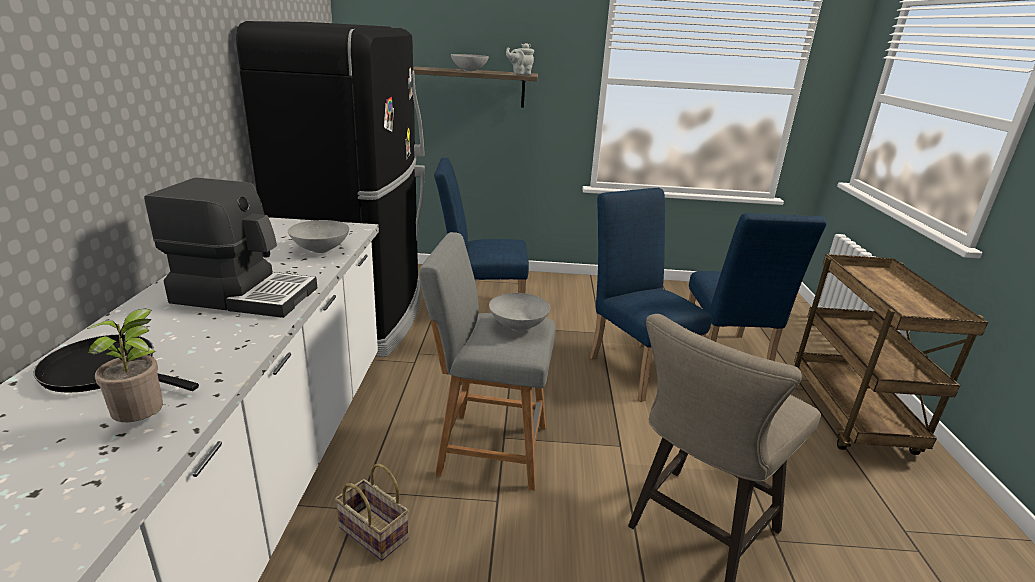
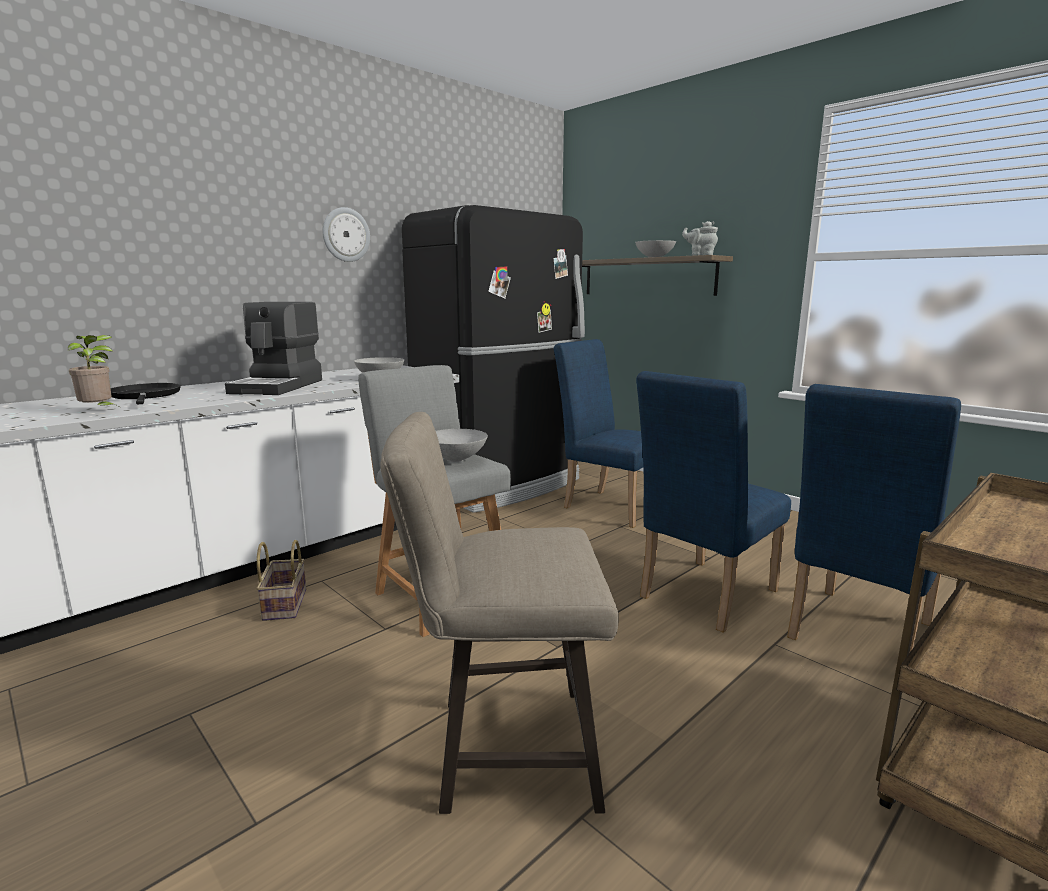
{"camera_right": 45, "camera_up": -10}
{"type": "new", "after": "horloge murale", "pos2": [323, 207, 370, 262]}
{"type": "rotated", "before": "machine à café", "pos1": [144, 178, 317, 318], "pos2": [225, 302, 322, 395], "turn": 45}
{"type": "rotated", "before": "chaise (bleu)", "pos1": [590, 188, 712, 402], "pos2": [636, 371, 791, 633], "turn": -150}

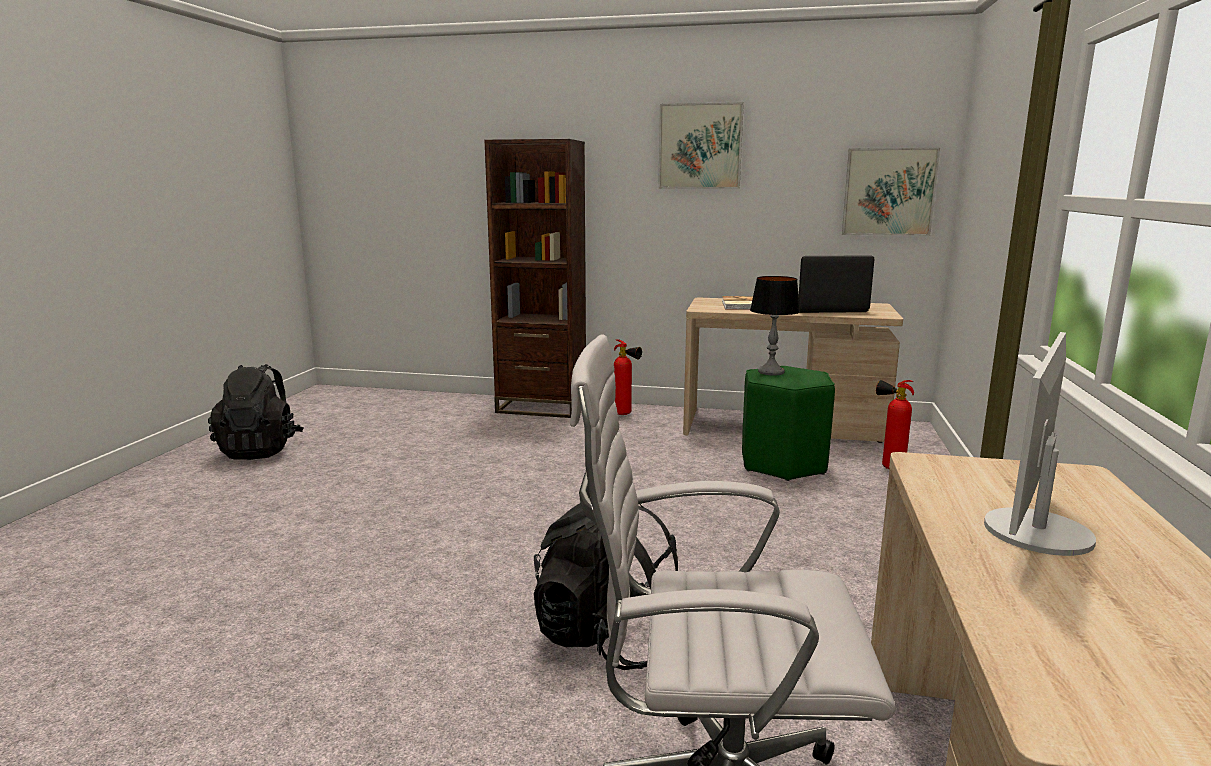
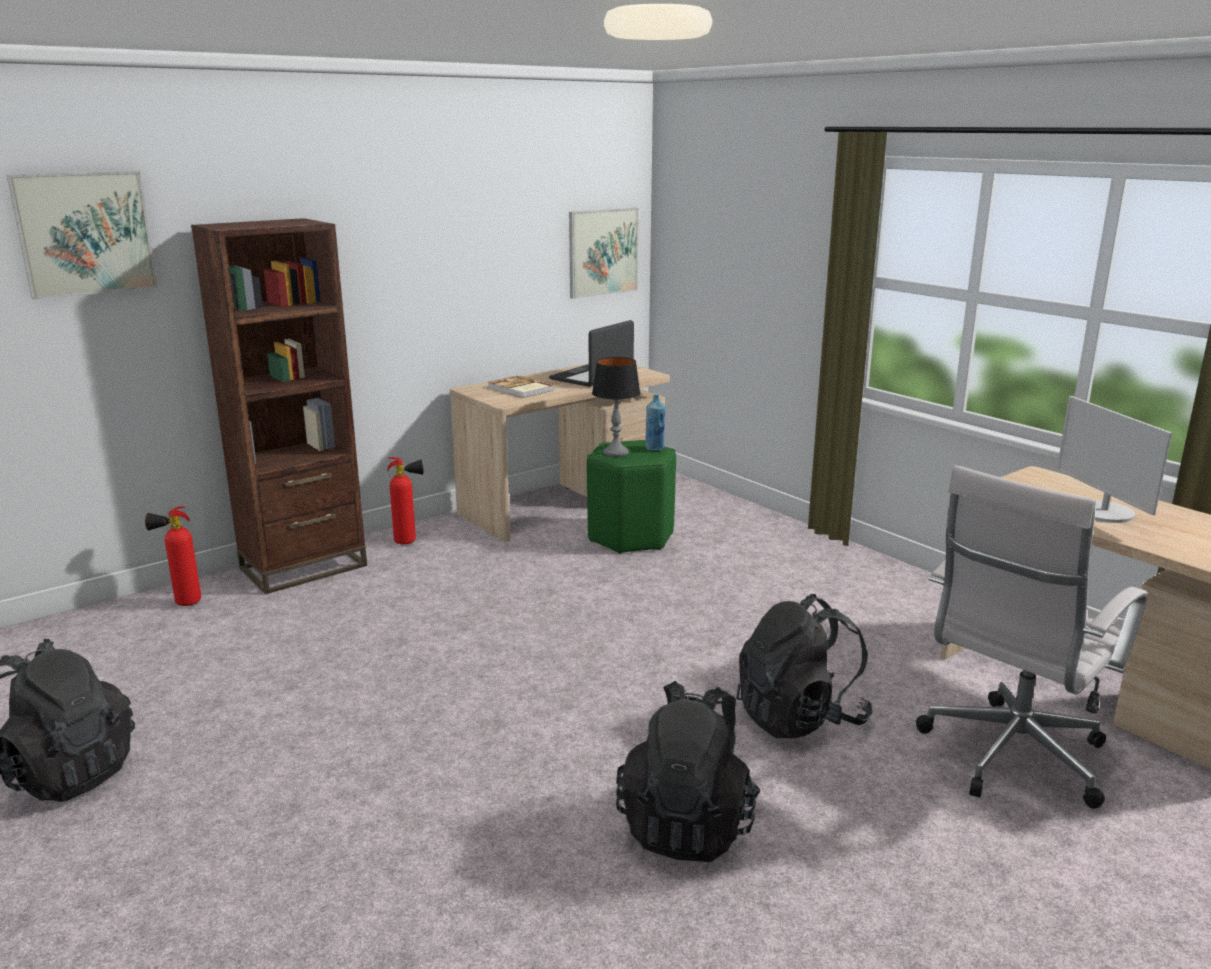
{"camera_right": -50, "camera_up": 5}
{"type": "new", "after": "sac à dos (noir)", "pos2": [616, 681, 760, 862]}
{"type": "new", "after": "bouteille (bleu)", "pos2": [645, 395, 665, 451]}
{"type": "shifted", "before": "tableau", "pos1": [658, 102, 744, 189], "pos2": [7, 171, 158, 299]}
{"type": "shifted", "before": "extincteur", "pos1": [876, 380, 914, 469], "pos2": [145, 506, 201, 606]}

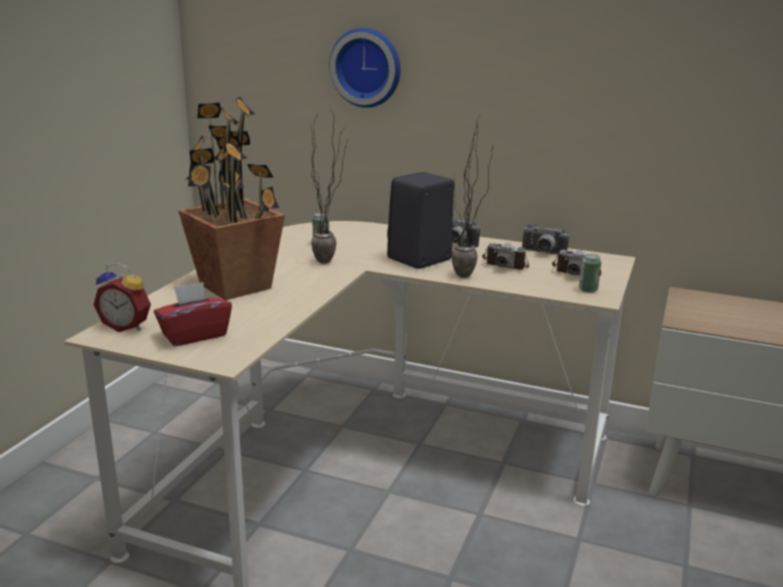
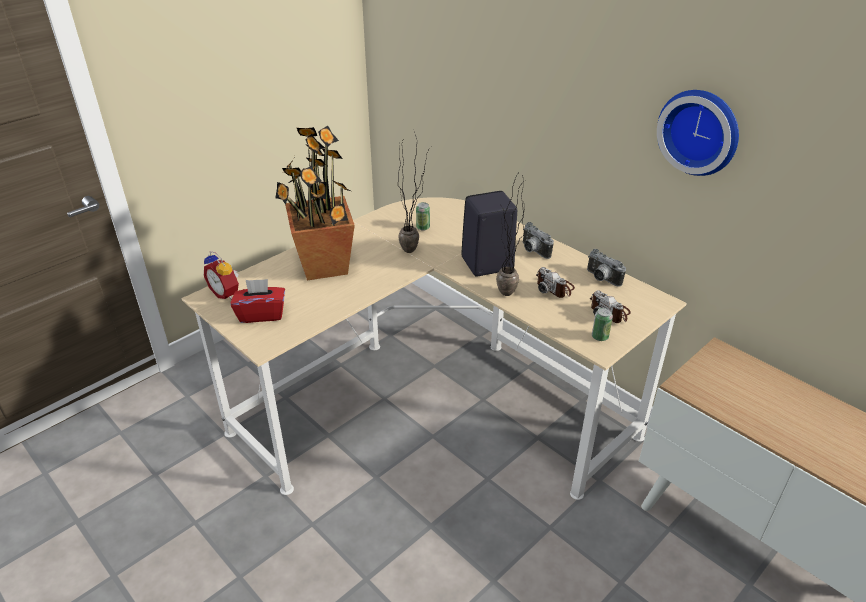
{"camera_right": 25, "camera_up": 15}
{"type": "shifted", "before": "horloge murale", "pos1": [329, 28, 401, 108], "pos2": [657, 90, 739, 176]}

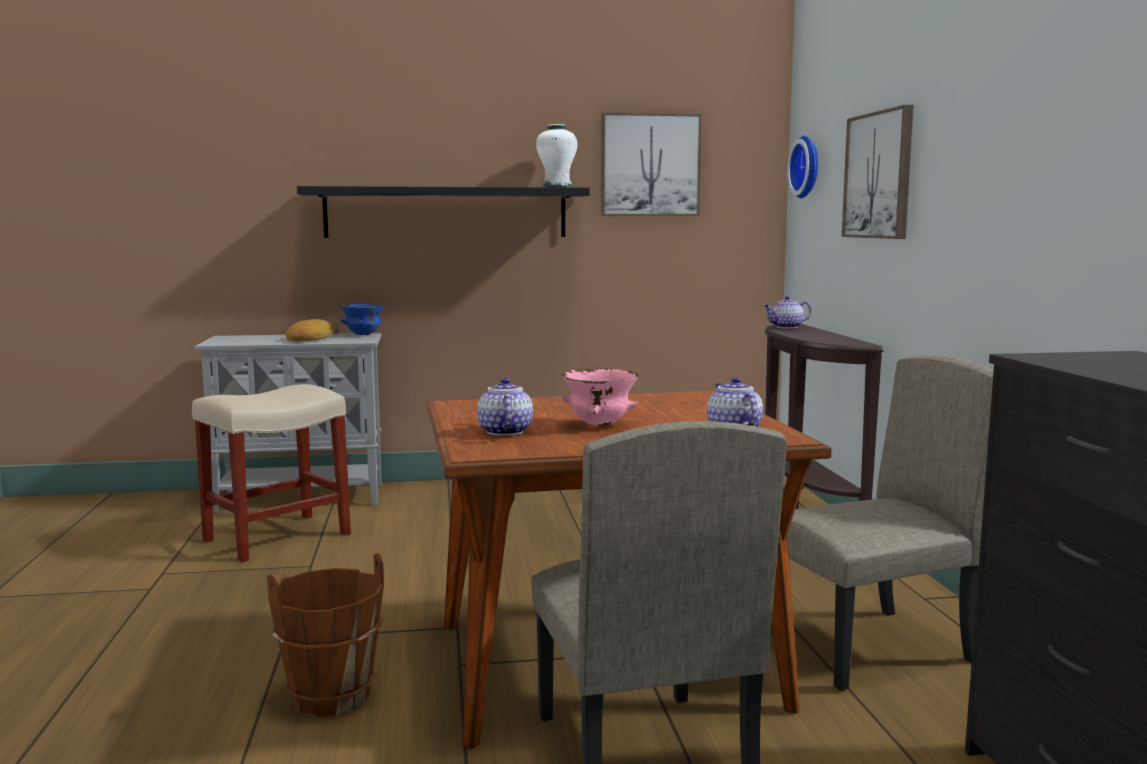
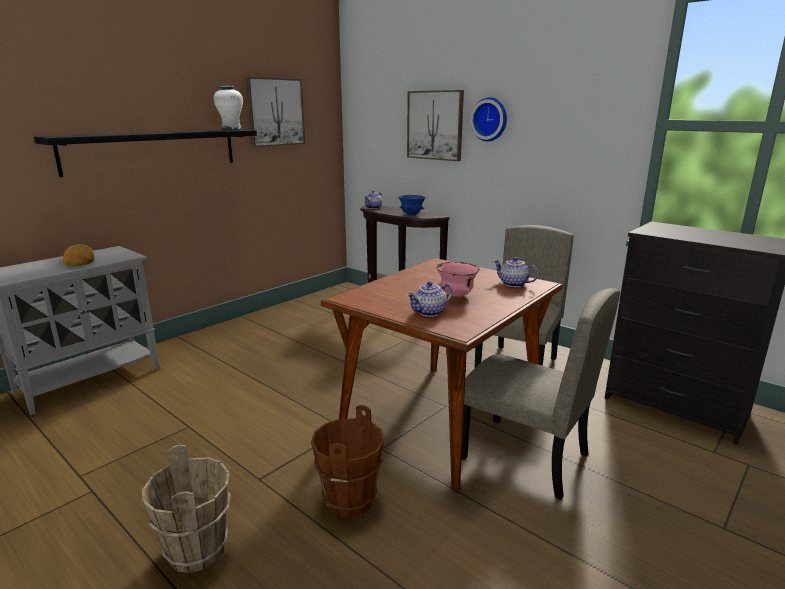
{"camera_right": -40, "camera_up": 10}
{"type": "gone", "before": "tabouret (beige)", "pos1": [192, 384, 351, 562]}
{"type": "new", "after": "seau (marron)", "pos2": [142, 445, 231, 573]}
{"type": "shifted", "before": "bol (bleu)", "pos1": [340, 303, 385, 335], "pos2": [398, 195, 426, 215]}
{"type": "shifted", "before": "horloge murale", "pos1": [787, 136, 818, 198], "pos2": [470, 97, 507, 142]}
{"type": "rotated", "before": "théière", "pos1": [477, 378, 533, 436], "pos2": [407, 281, 452, 317], "turn": -75}

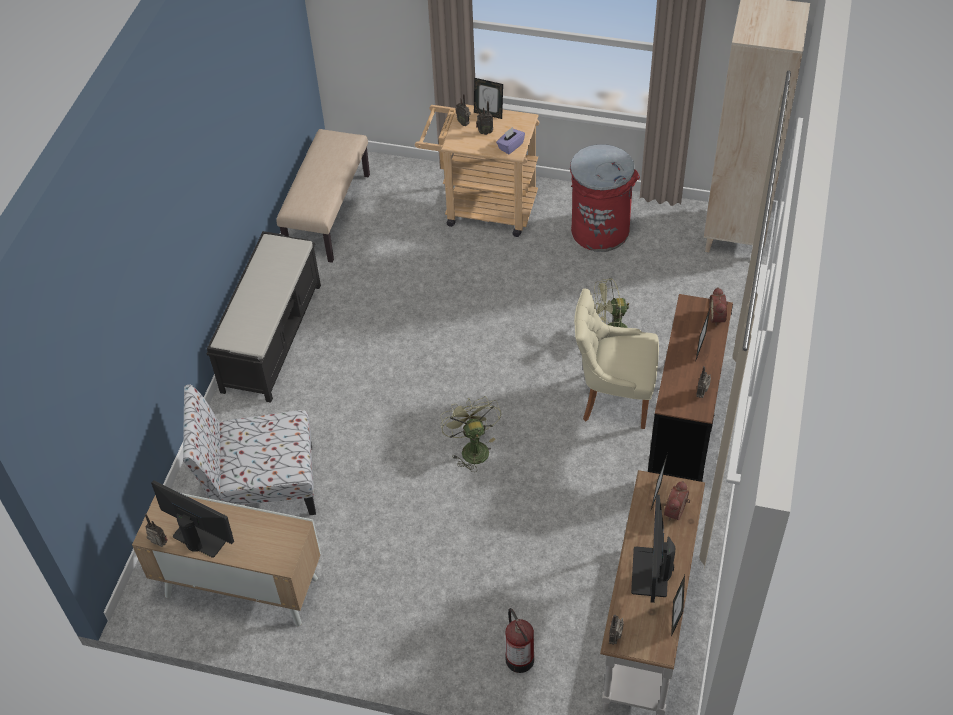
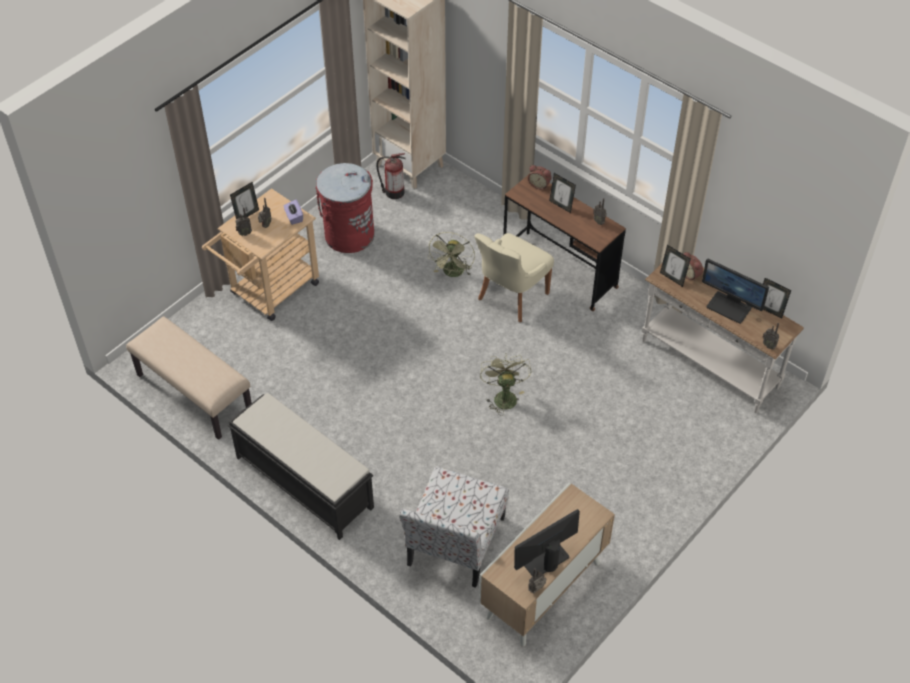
{"camera_right": -65, "camera_up": 0}
{"type": "shifted", "before": "extincteur", "pos1": [505, 608, 534, 673], "pos2": [377, 153, 406, 199]}
{"type": "rotated", "before": "ventilateur (vert)", "pos1": [440, 396, 501, 472], "pos2": [480, 353, 532, 416], "turn": 75}

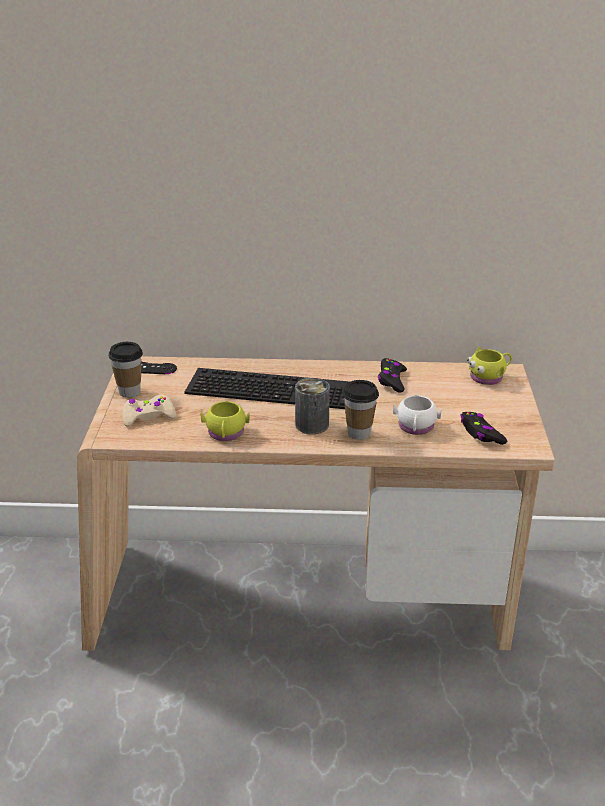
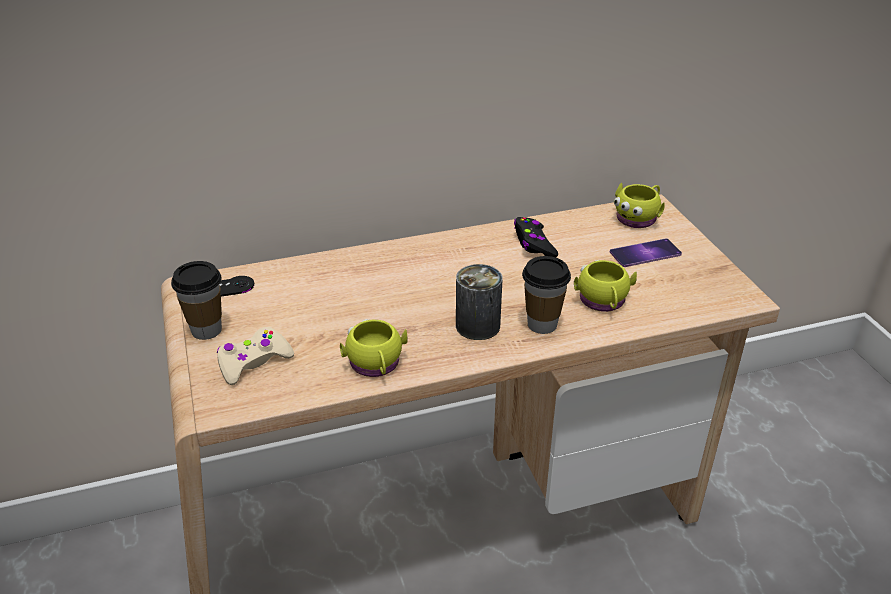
{"camera_right": -20, "camera_up": 5}
{"type": "gone", "before": "clavier", "pos1": [184, 368, 350, 409]}
{"type": "gone", "before": "manette (noir)", "pos1": [460, 412, 507, 445]}
{"type": "new", "after": "téléphone", "pos2": [610, 238, 682, 267]}
{"type": "repainted", "before": "mug (blanc)", "after": "mug (jaune)", "pos1": [393, 395, 442, 435], "pos2": [574, 260, 637, 312]}

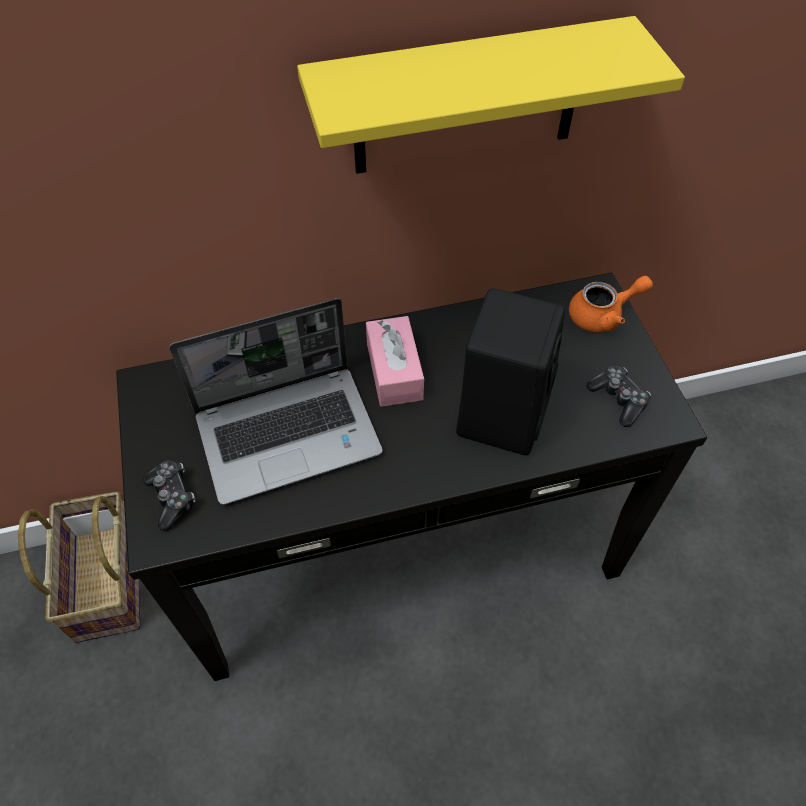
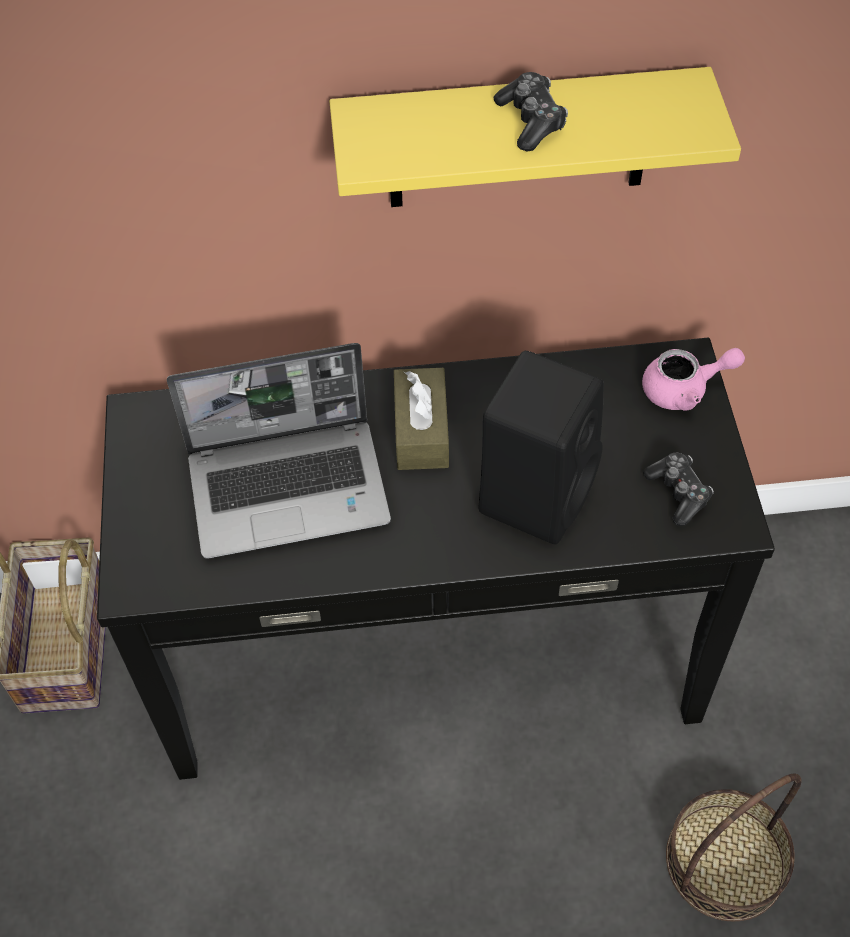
{"camera_right": 10, "camera_up": 0}
{"type": "new", "after": "panier", "pos2": [666, 774, 802, 921]}
{"type": "shifted", "before": "manette", "pos1": [143, 461, 195, 531], "pos2": [494, 72, 568, 151]}
{"type": "repainted", "before": "boîte à mouchoirs (rose)", "after": "boîte à mouchoirs (marron)", "pos1": [366, 316, 424, 407], "pos2": [394, 368, 449, 470]}
{"type": "repainted", "before": "théière (orange)", "after": "théière (rose)", "pos1": [569, 276, 653, 332], "pos2": [642, 348, 745, 411]}

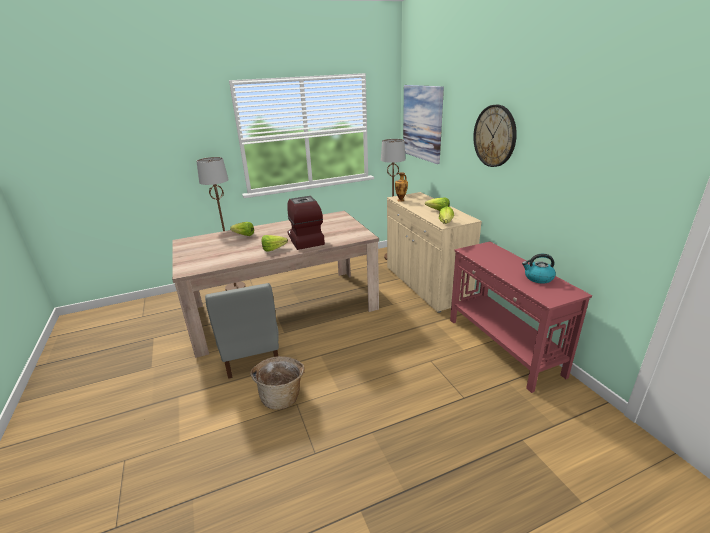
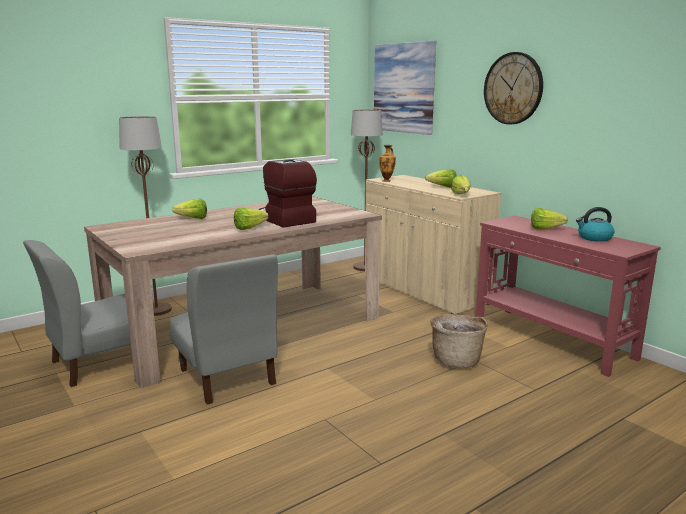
{"camera_right": -15, "camera_up": -10}
{"type": "new", "after": "chaise (gris)", "pos2": [23, 240, 156, 387]}
{"type": "new", "after": "laitue", "pos2": [531, 208, 568, 229]}
{"type": "shifted", "before": "panier", "pos1": [250, 356, 305, 409], "pos2": [430, 314, 488, 368]}

